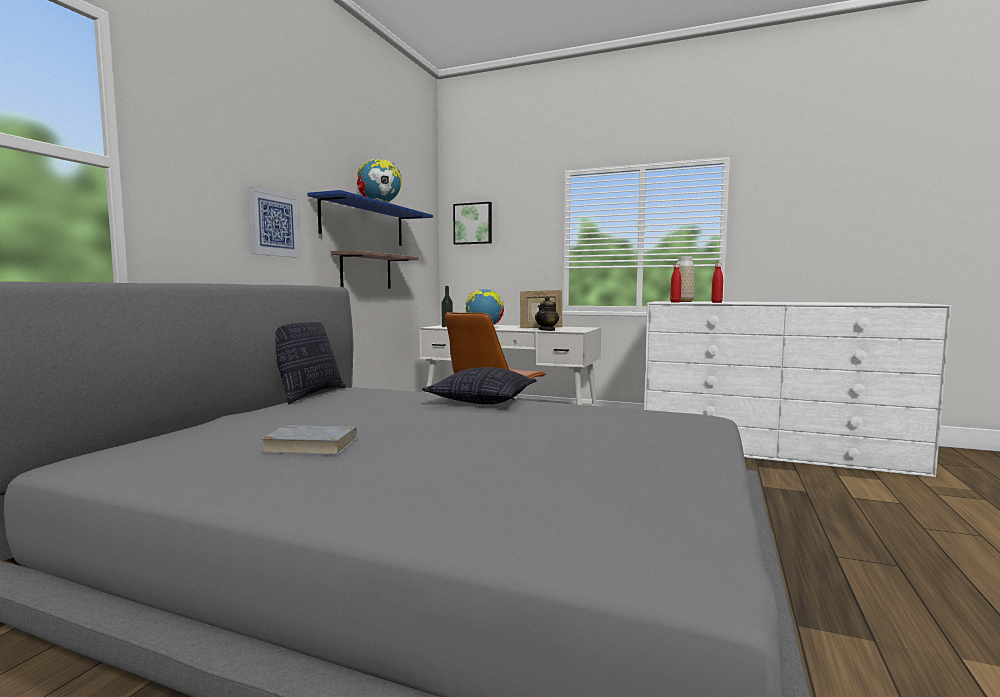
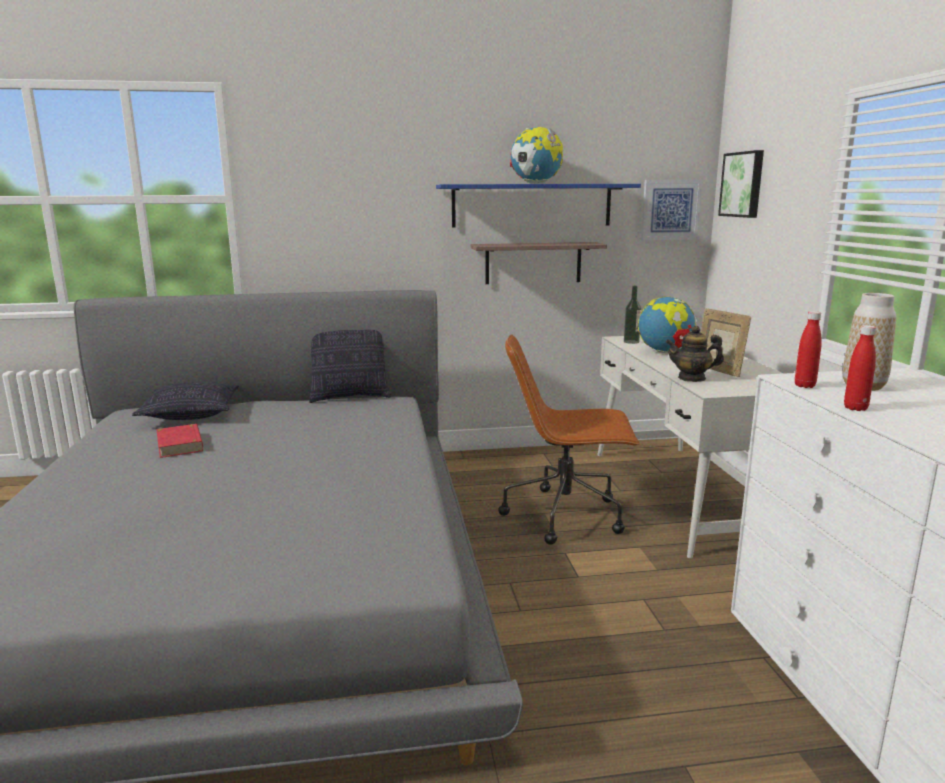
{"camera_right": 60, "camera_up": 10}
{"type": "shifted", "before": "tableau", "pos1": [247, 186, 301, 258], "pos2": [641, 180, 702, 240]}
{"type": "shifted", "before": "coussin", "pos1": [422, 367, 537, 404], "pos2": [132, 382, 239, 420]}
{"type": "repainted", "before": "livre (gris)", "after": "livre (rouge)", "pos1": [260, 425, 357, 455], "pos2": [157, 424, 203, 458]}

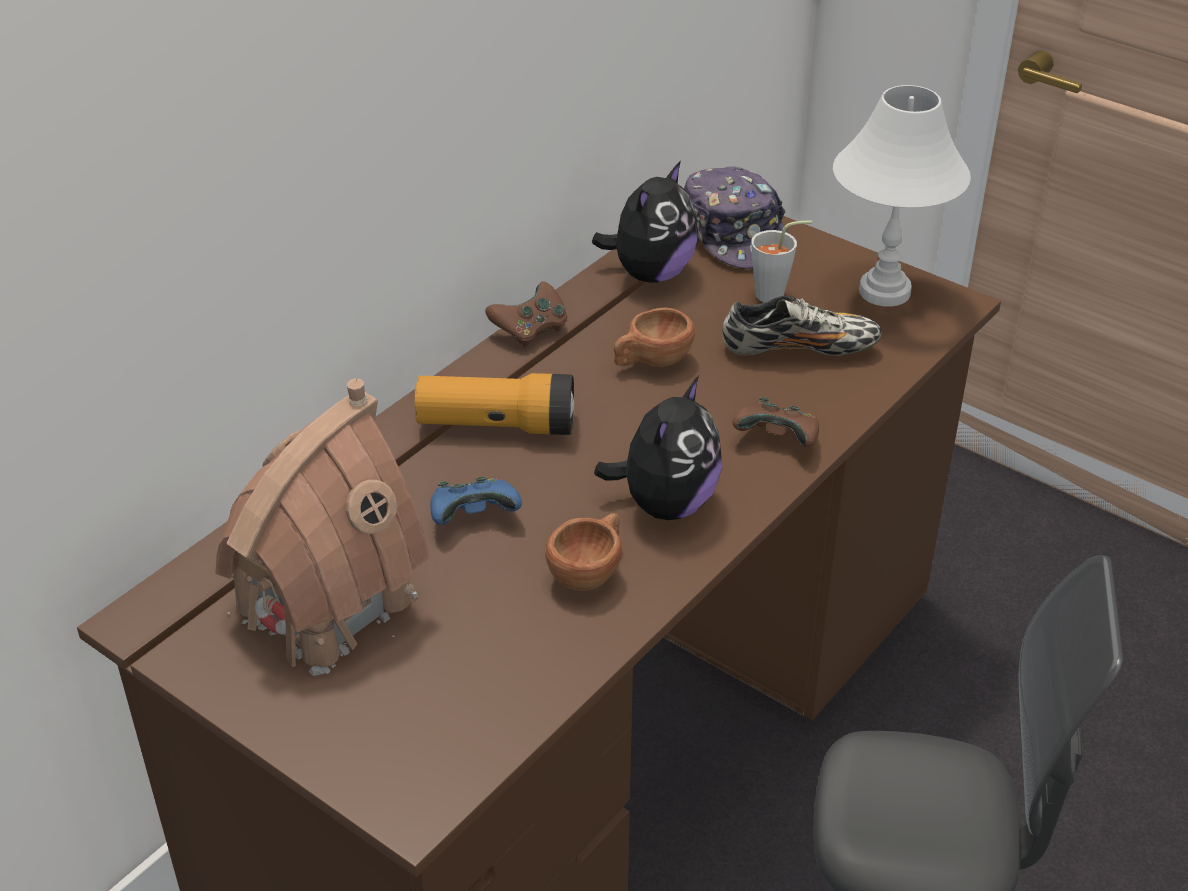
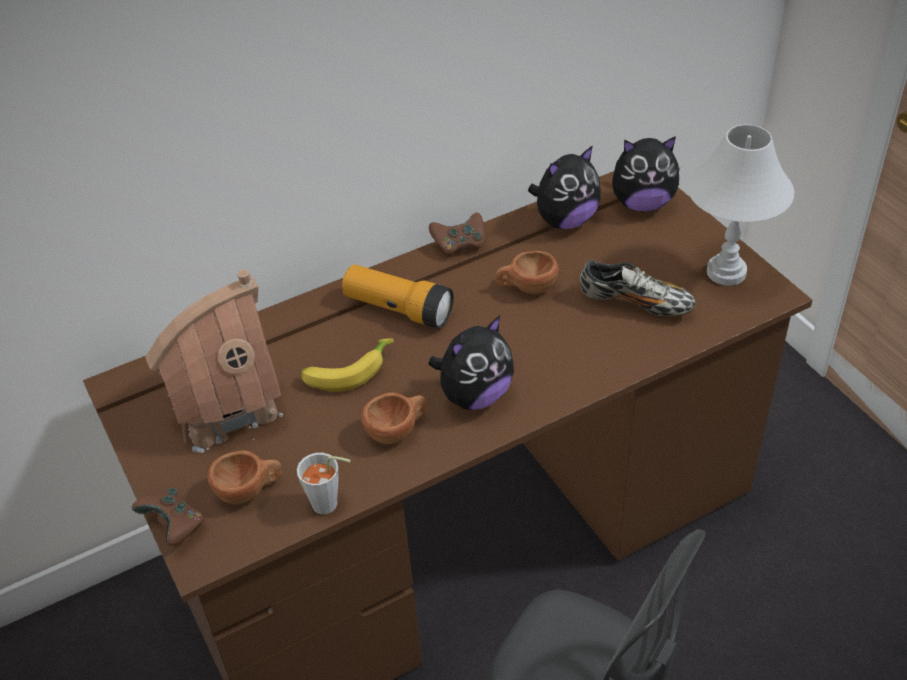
{"camera_right": 25, "camera_up": 5}
{"type": "new", "after": "tasse (marron)", "pos2": [207, 450, 283, 504]}
{"type": "shifted", "before": "manette (marron)", "pos1": [733, 397, 819, 447], "pos2": [132, 488, 204, 546]}
{"type": "shifted", "before": "tasse (gris)", "pos1": [751, 220, 812, 302], "pos2": [297, 453, 351, 514]}
{"type": "swapped", "before": "manette (bleu)", "after": "banane", "pos1": [430, 477, 522, 525], "pos2": [301, 338, 394, 392]}
{"type": "swapped", "before": "casquette", "after": "peluche", "pos1": [684, 167, 788, 269], "pos2": [612, 136, 680, 211]}

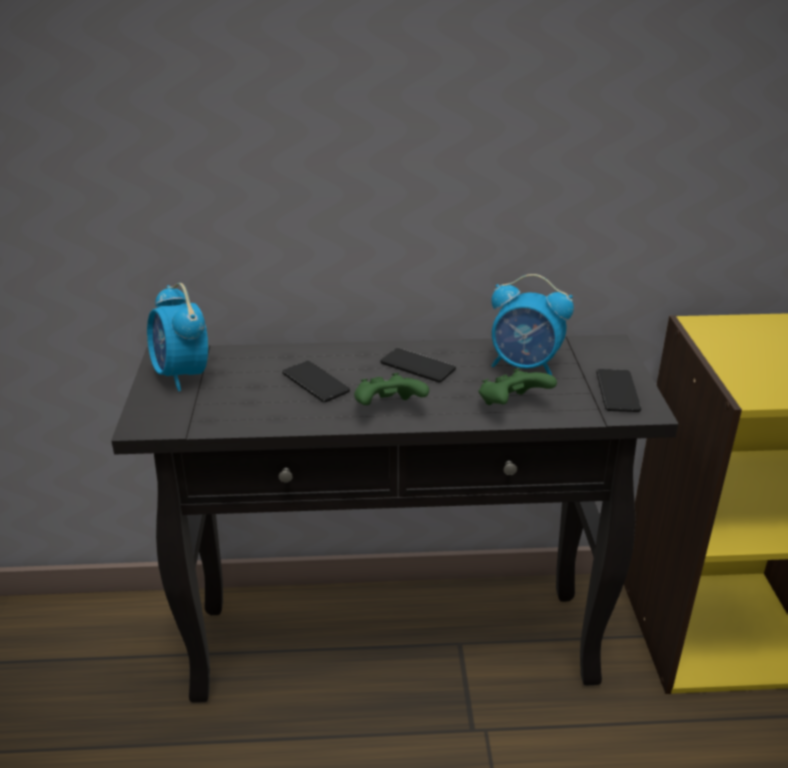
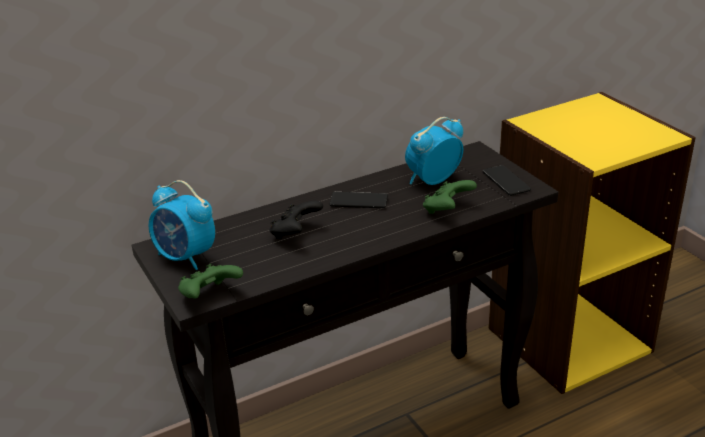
{"camera_right": -25, "camera_up": 0}
{"type": "shifted", "before": "manette (vert)", "pos1": [354, 373, 429, 405], "pos2": [178, 264, 243, 299]}
{"type": "swapped", "before": "téléphone", "after": "manette (noir)", "pos1": [282, 361, 350, 402], "pos2": [269, 201, 323, 239]}
{"type": "rotated", "before": "réveil", "pos1": [491, 274, 574, 375], "pos2": [405, 117, 464, 185], "turn": 150}

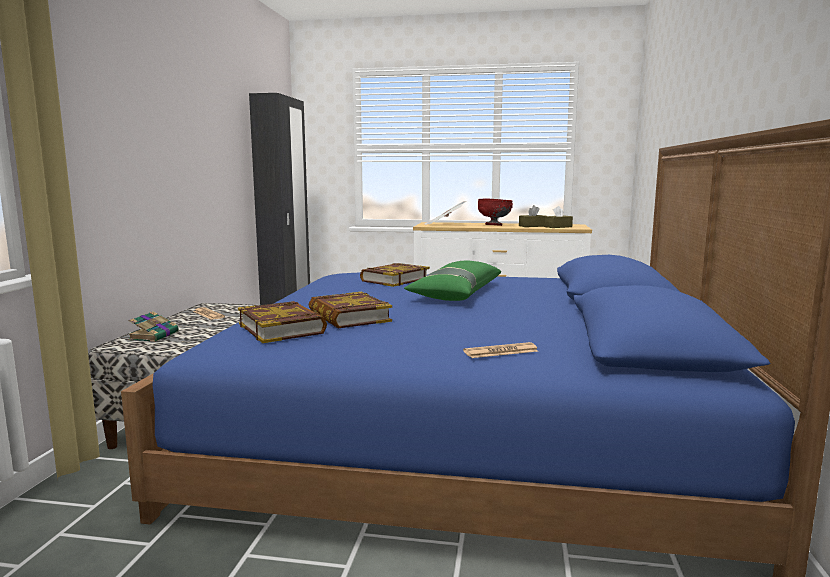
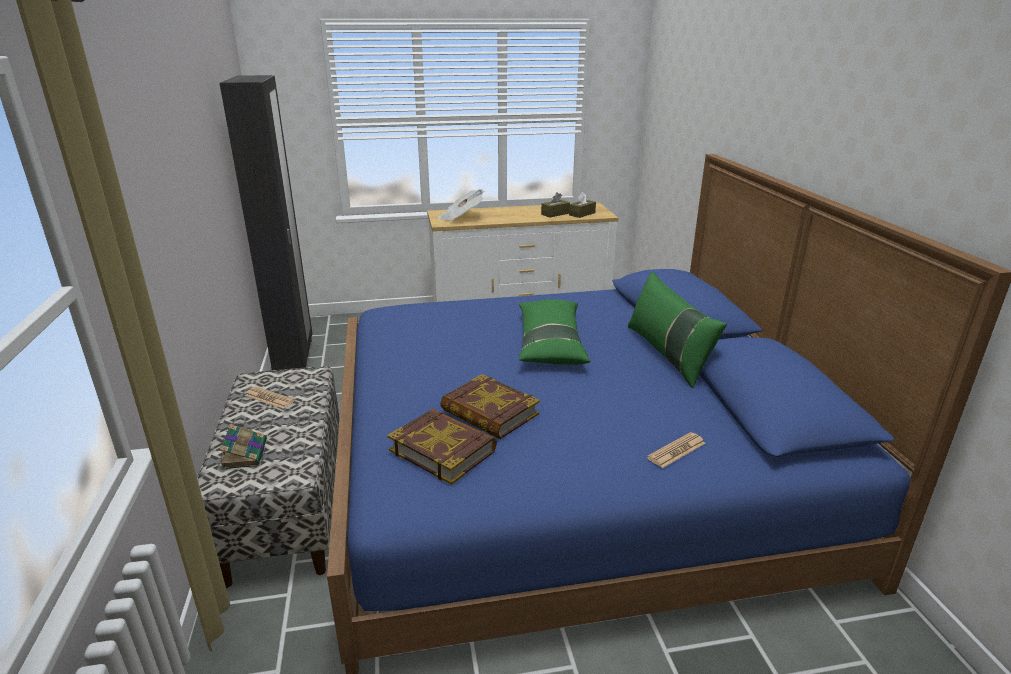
{"camera_right": -20, "camera_up": 15}
{"type": "gone", "before": "livre", "pos1": [360, 263, 430, 287]}
{"type": "gone", "before": "bol (rouge)", "pos1": [478, 199, 513, 226]}
{"type": "new", "after": "coussin (vert)", "pos2": [628, 272, 727, 388]}

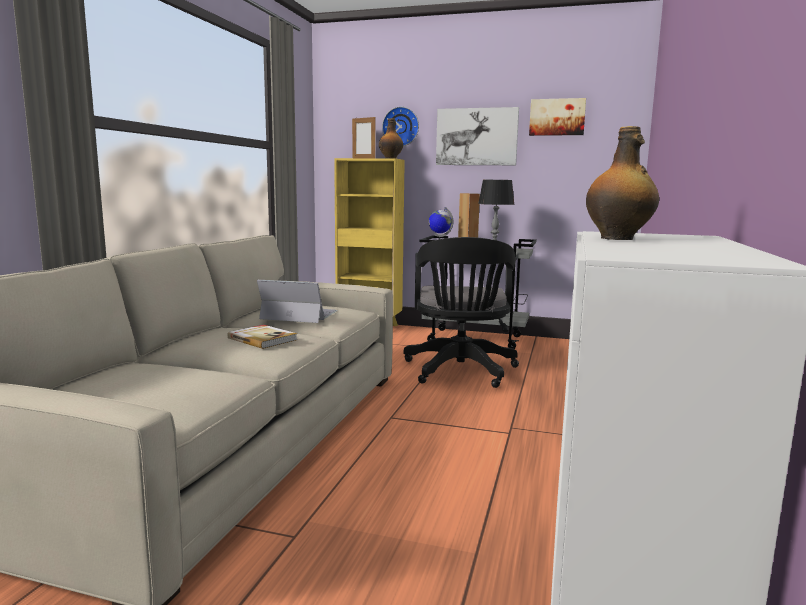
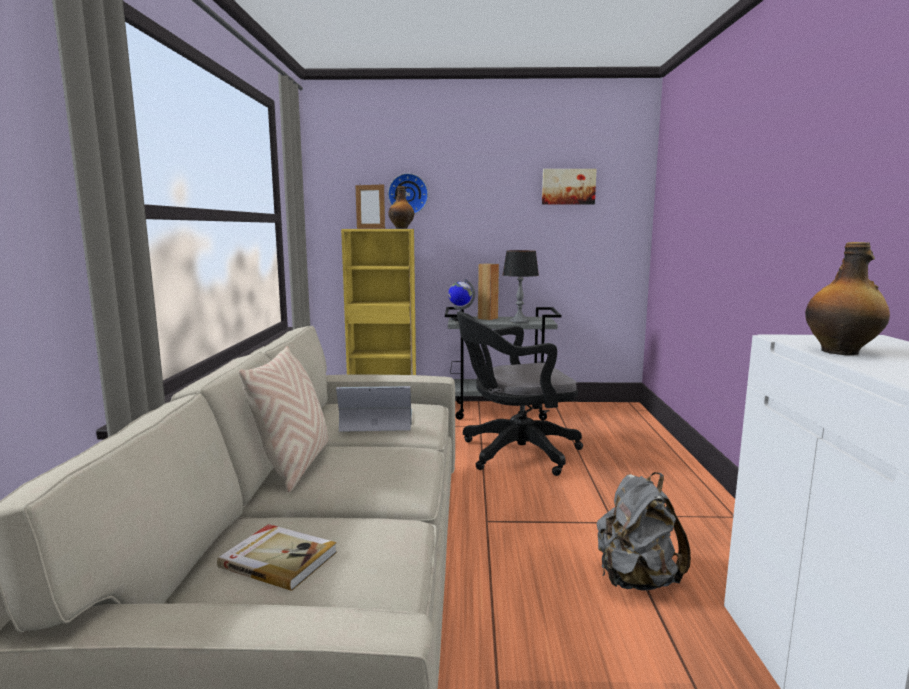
{"camera_right": -15, "camera_up": 0}
{"type": "gone", "before": "tableau", "pos1": [436, 107, 519, 165]}
{"type": "new", "after": "coussin (beige)", "pos2": [239, 346, 328, 492]}
{"type": "new", "after": "sac à dos (gris)", "pos2": [597, 472, 691, 590]}
{"type": "shifted", "before": "livre", "pos1": [227, 325, 297, 349], "pos2": [217, 524, 337, 591]}
{"type": "rotated", "before": "chaise de bureau (noir)", "pos1": [403, 237, 519, 388], "pos2": [457, 311, 583, 476], "turn": 90}

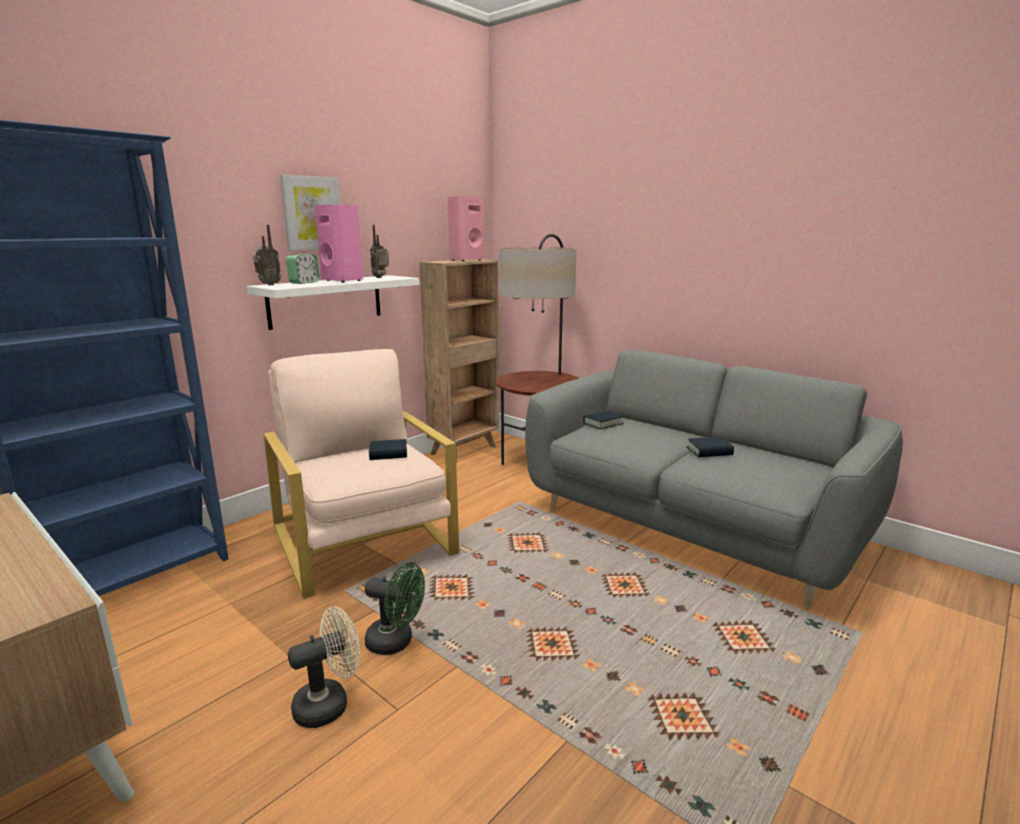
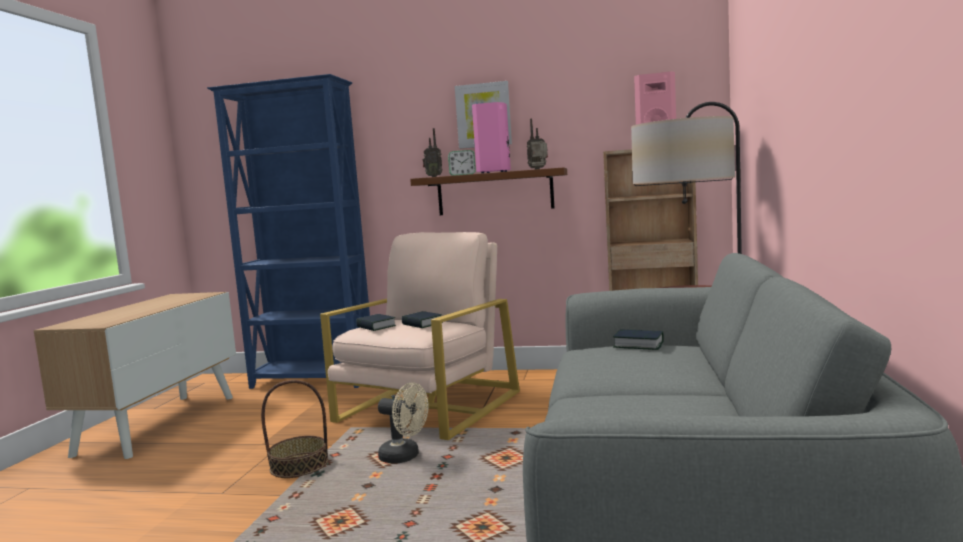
{"camera_right": 60, "camera_up": -10}
{"type": "shifted", "before": "ventilateur (beige)", "pos1": [288, 606, 360, 728], "pos2": [378, 383, 429, 463]}
{"type": "shifted", "before": "livre", "pos1": [686, 437, 734, 457], "pos2": [356, 314, 396, 331]}
{"type": "swapped", "before": "ventilateur (vert)", "after": "panier", "pos1": [365, 563, 425, 655], "pos2": [261, 380, 328, 478]}
{"type": "repainted", "before": "étagère (blanc)", "after": "étagère (marron)", "pos1": [247, 275, 419, 330], "pos2": [410, 167, 567, 215]}

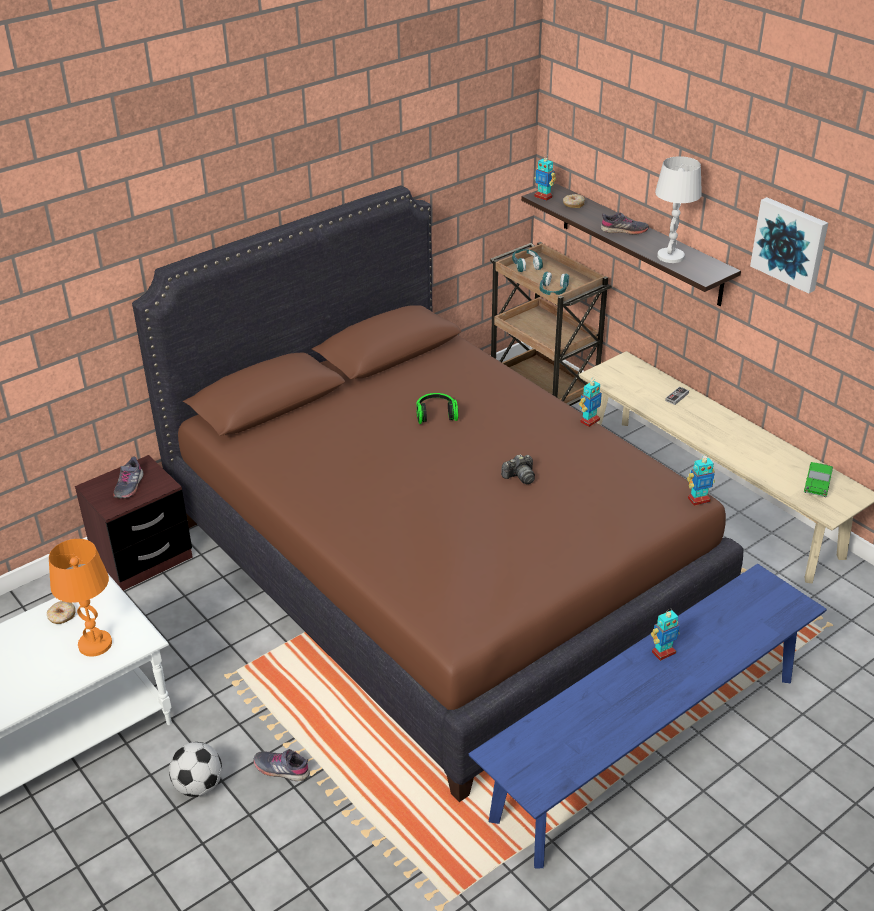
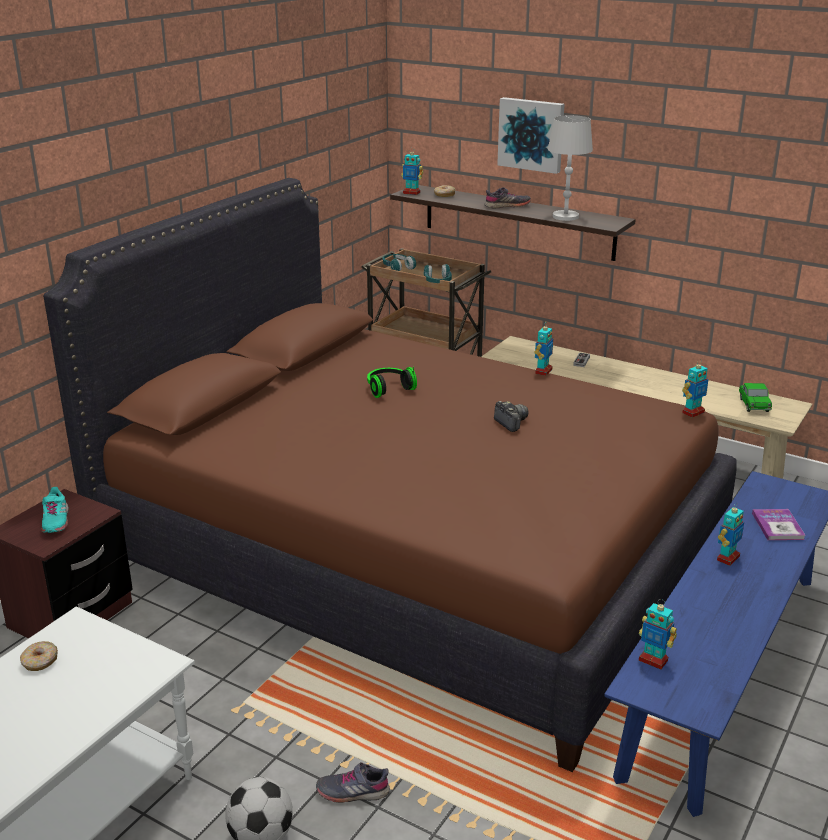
{"camera_right": -20, "camera_up": -10}
{"type": "gone", "before": "lampe de table (orange)", "pos1": [49, 539, 112, 657]}
{"type": "new", "after": "robot jouet", "pos2": [639, 599, 677, 670]}
{"type": "new", "after": "livre", "pos2": [752, 509, 806, 540]}
{"type": "shifted", "before": "tableau", "pos1": [750, 197, 828, 294], "pos2": [497, 97, 565, 174]}
{"type": "repainted", "before": "chaussure (gris)", "after": "chaussure (turquoise)", "pos1": [113, 457, 144, 499], "pos2": [41, 487, 69, 533]}
{"type": "rotated", "before": "appareil photo", "pos1": [501, 454, 535, 484], "pos2": [494, 401, 528, 432], "turn": -75}

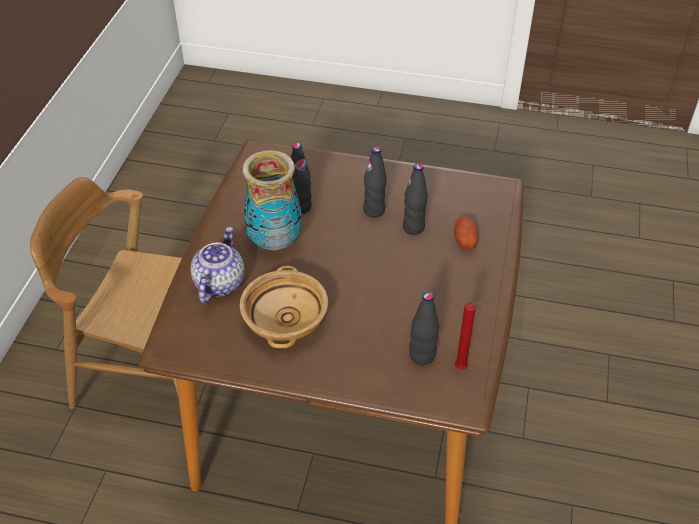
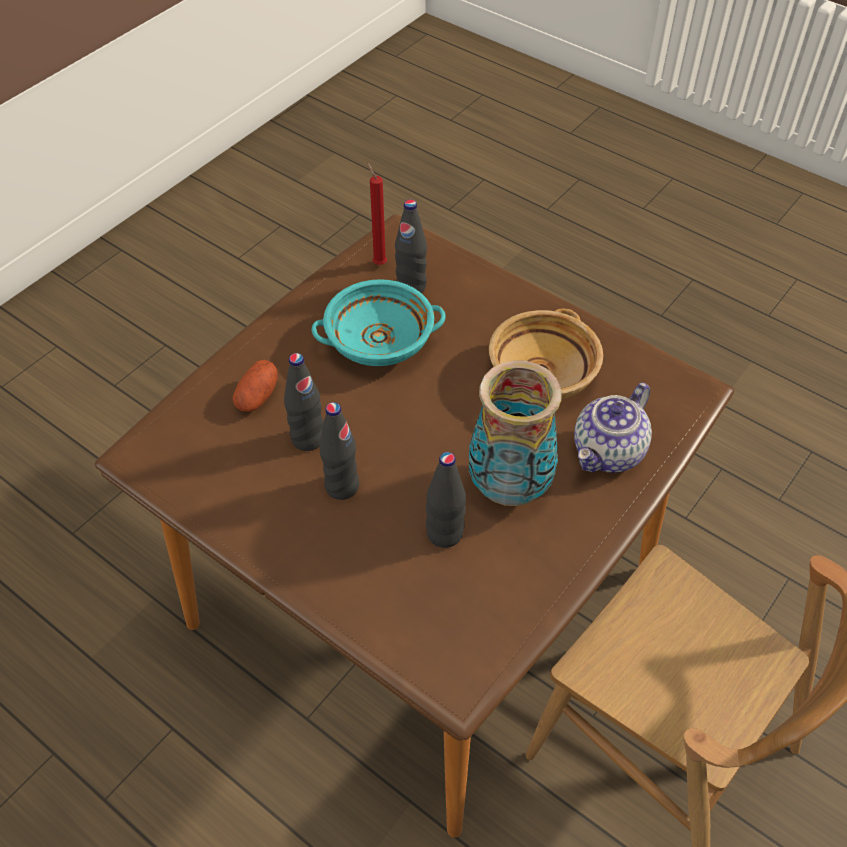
{"camera_right": -155, "camera_up": 5}
{"type": "new", "after": "bol (turquoise)", "pos2": [312, 279, 445, 366]}

